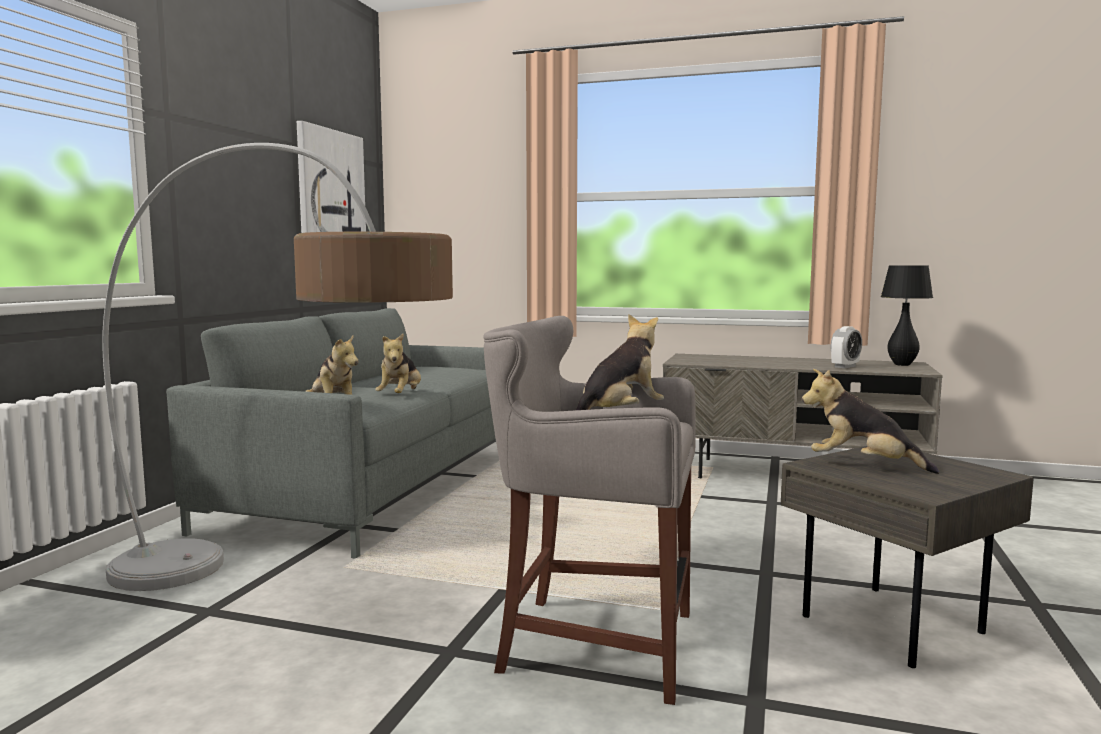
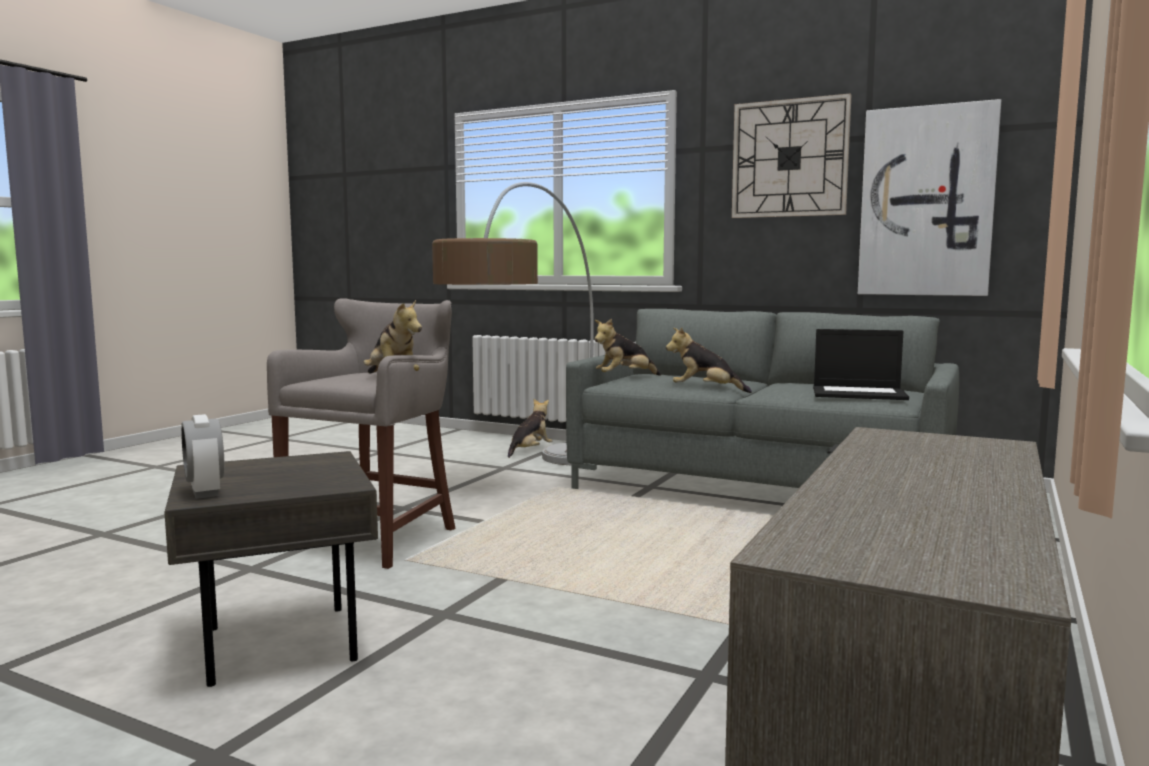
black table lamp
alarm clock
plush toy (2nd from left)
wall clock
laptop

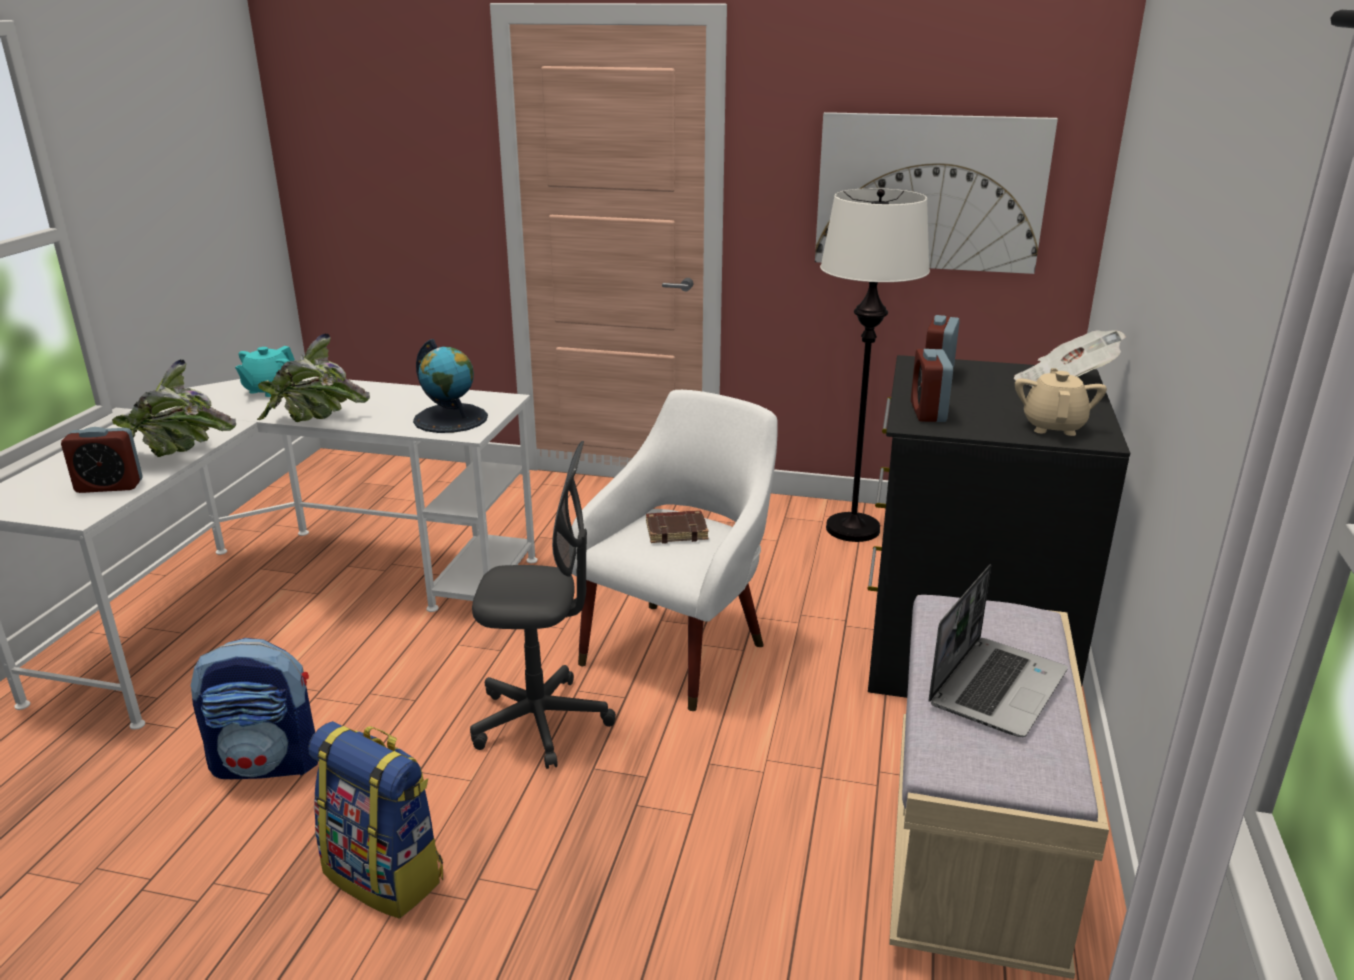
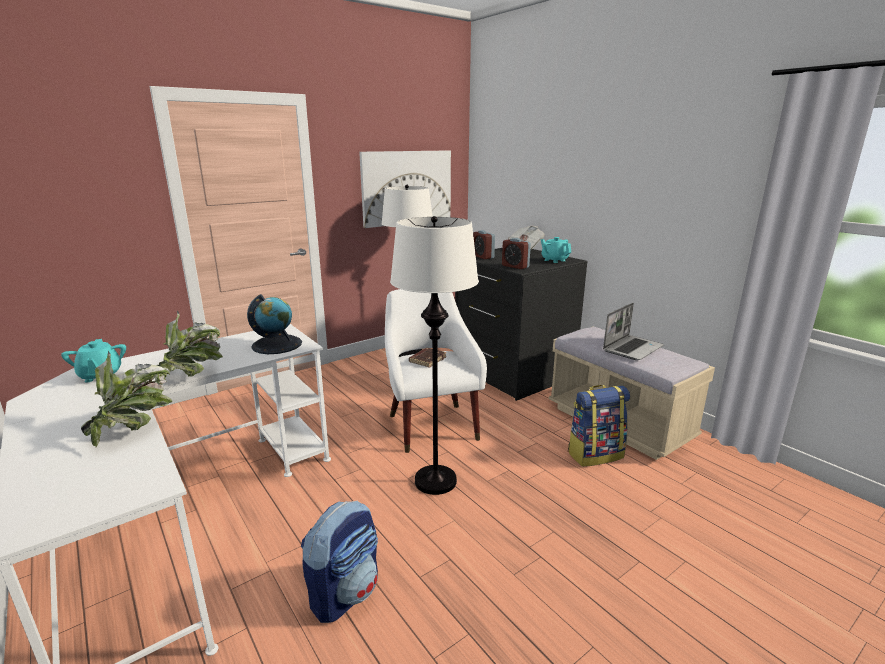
turquoise teapot (2nd from left)
alarm clock (1st from left in the first image)
white floor lamp (2nd from left)
laptop
backpack (2nd from left)

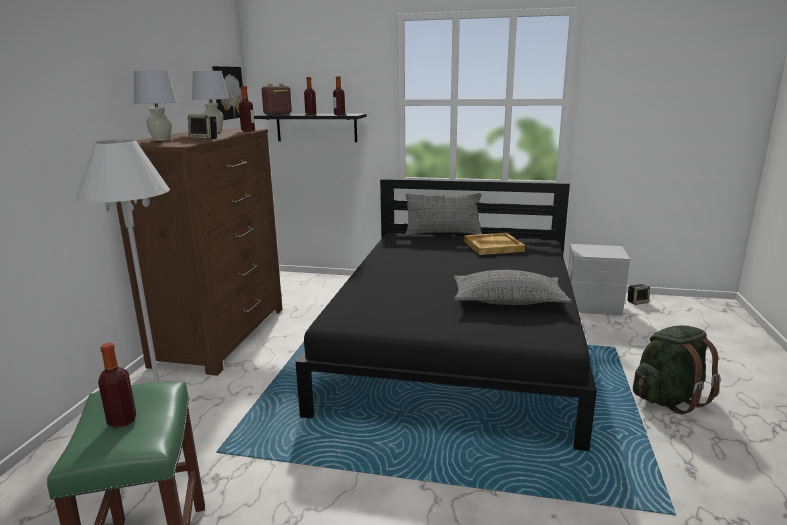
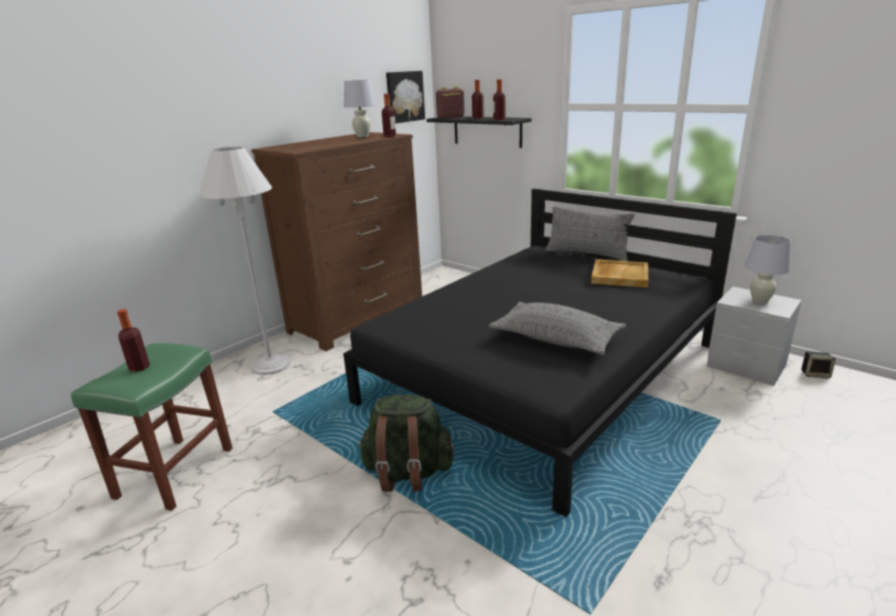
white table lamp (2nd from left)
speaker (1st from left in the first image)
green backpack

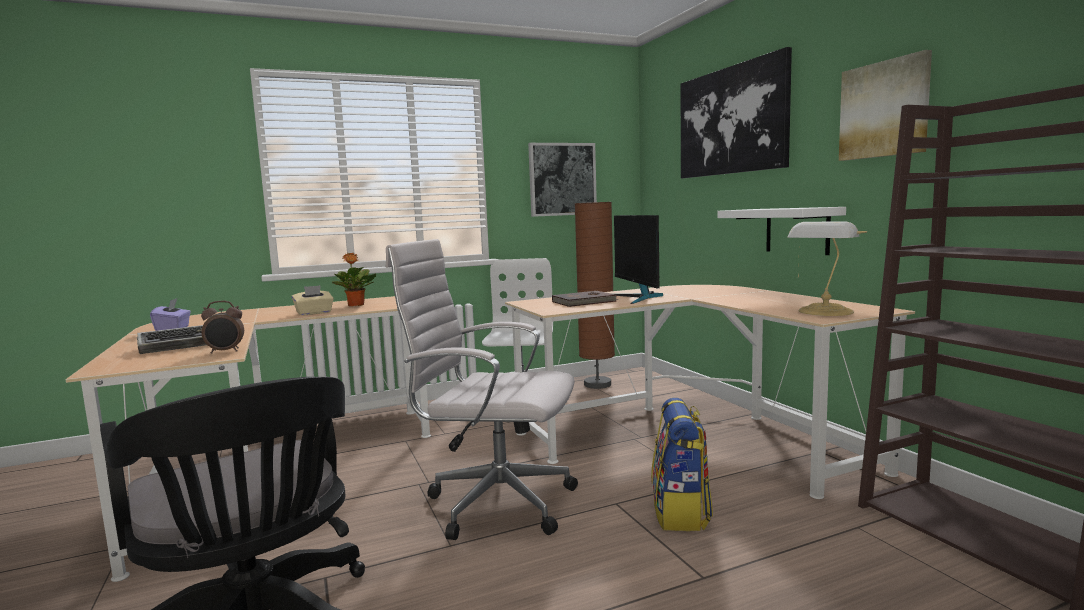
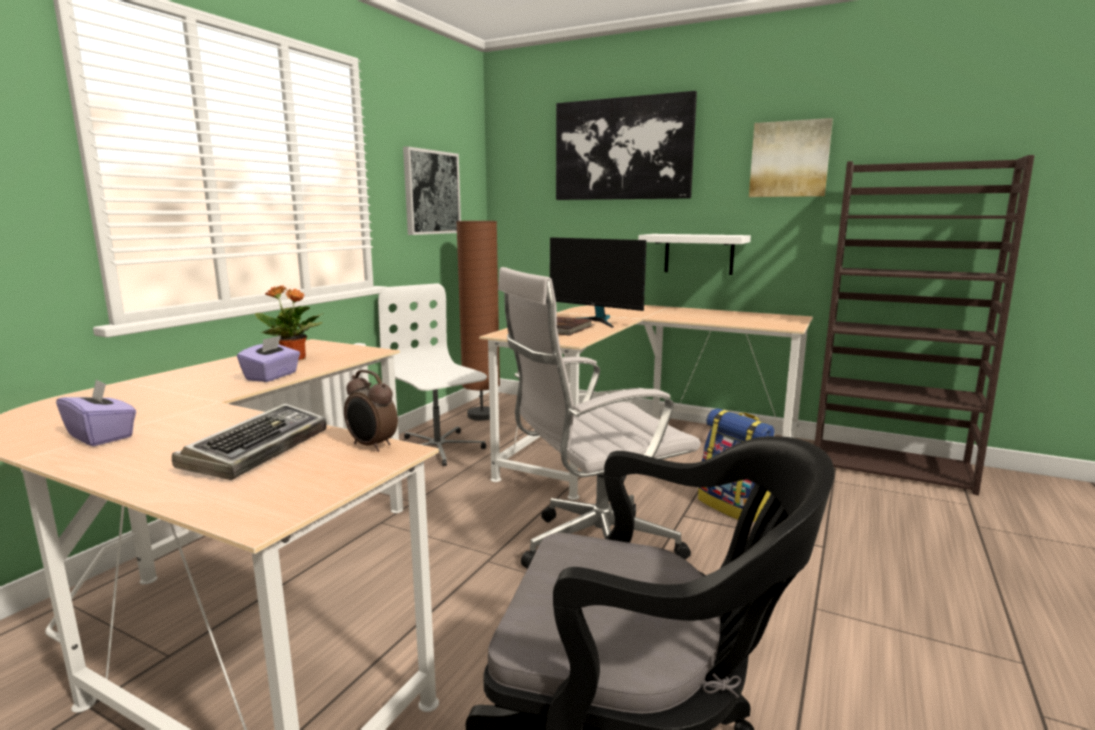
table lamp
purple tissue box (2nd from left)
alarm clock

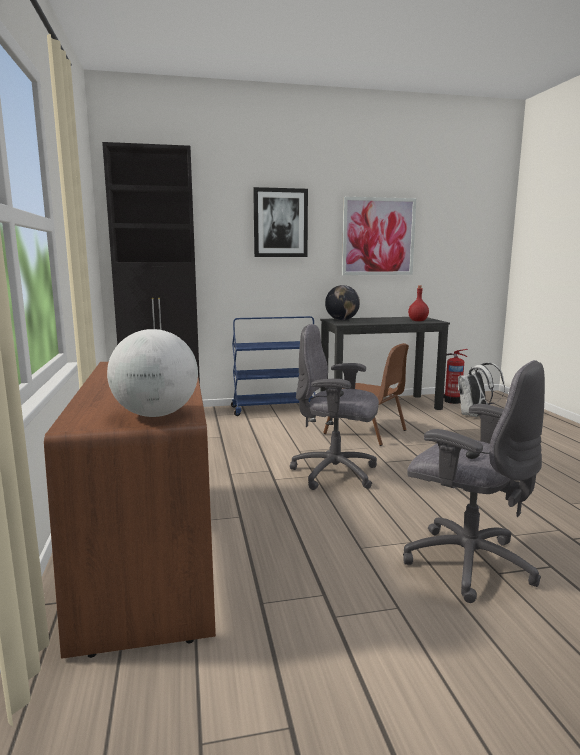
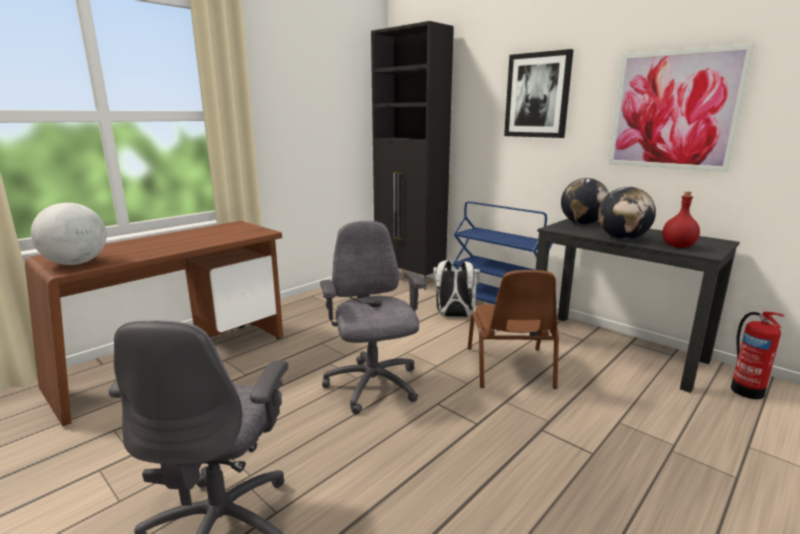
white backpack
globe (3rd from left)

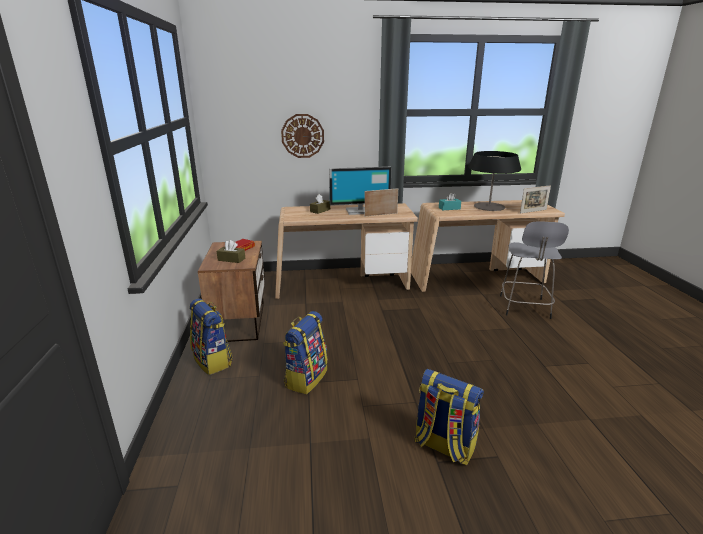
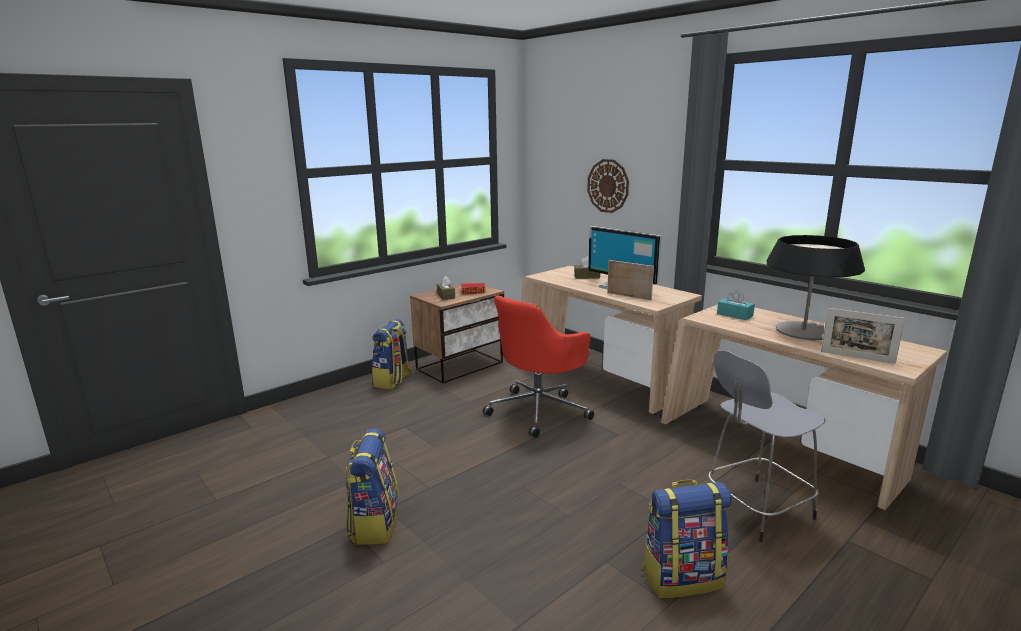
backpack (3rd from left)
red office chair

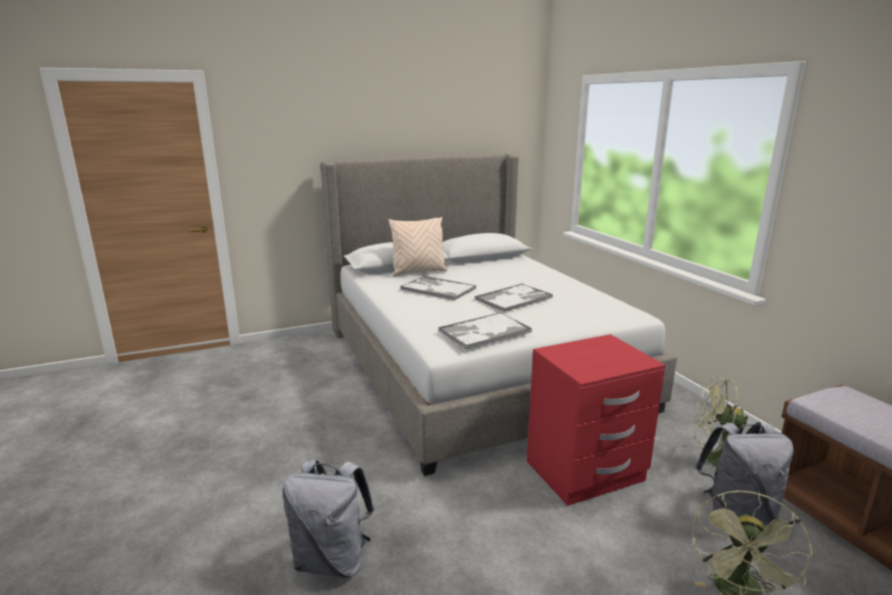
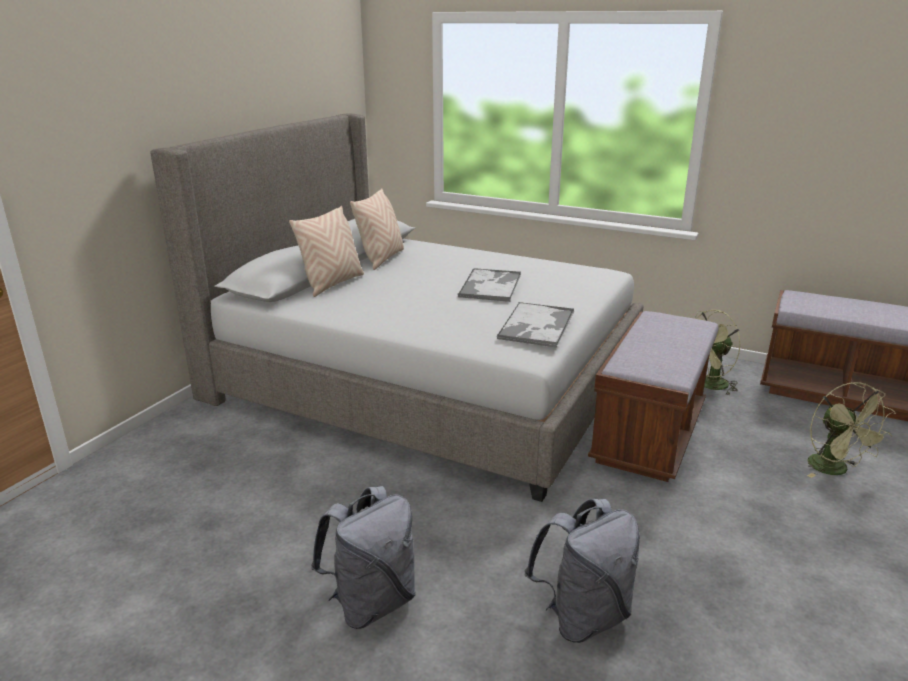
tray (1st from left in the first image)
brown bench (1st from left)
grey backpack (1st from left)
beige pillow (2nd from left)

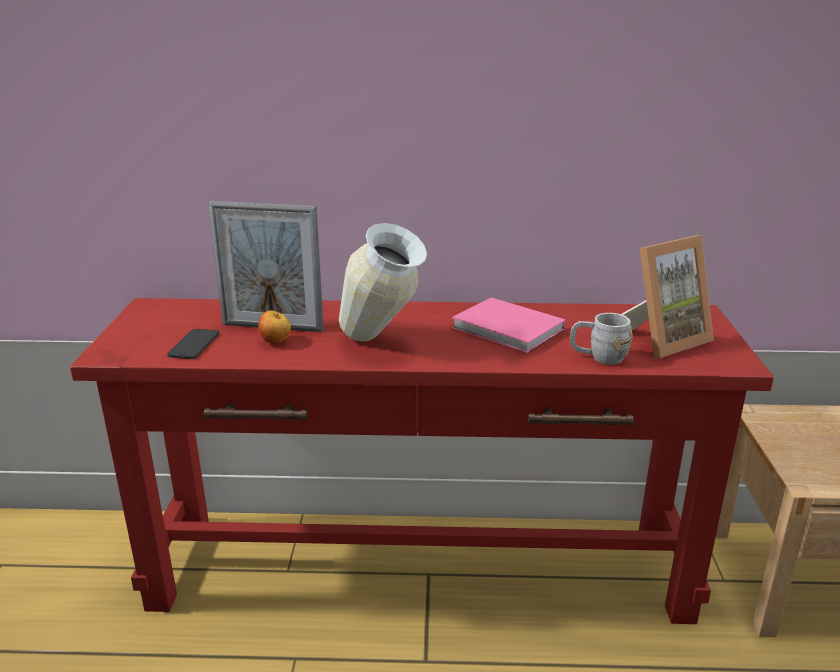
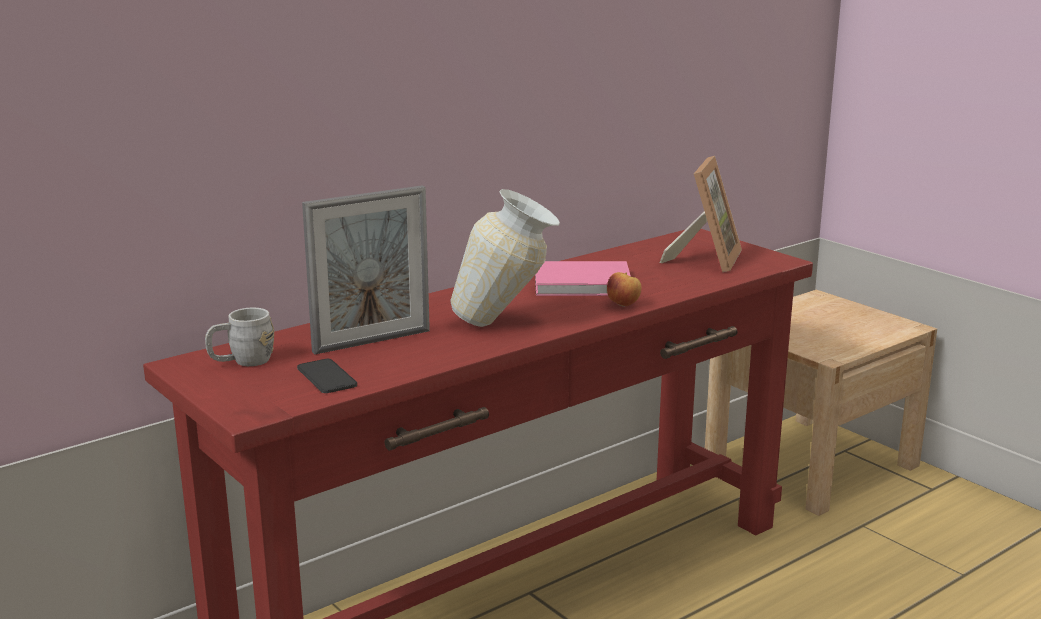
apple
grey mug

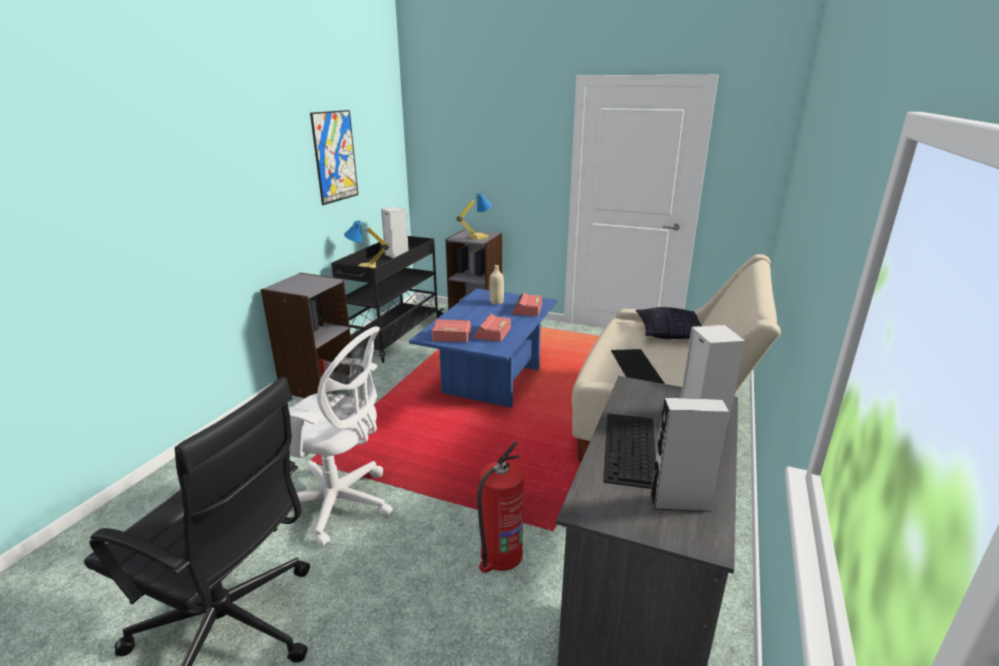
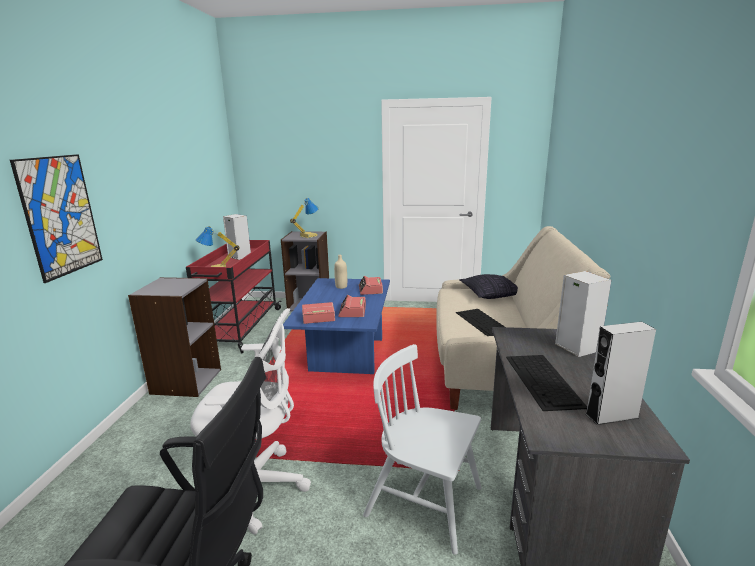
picture
red cart
white chair

